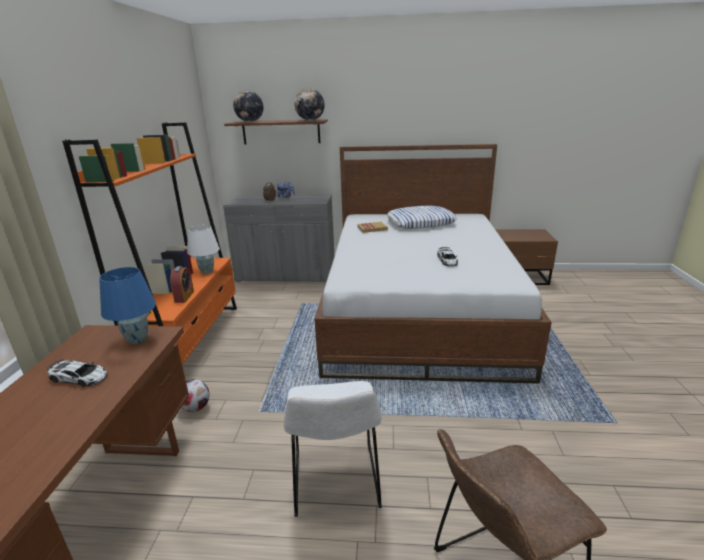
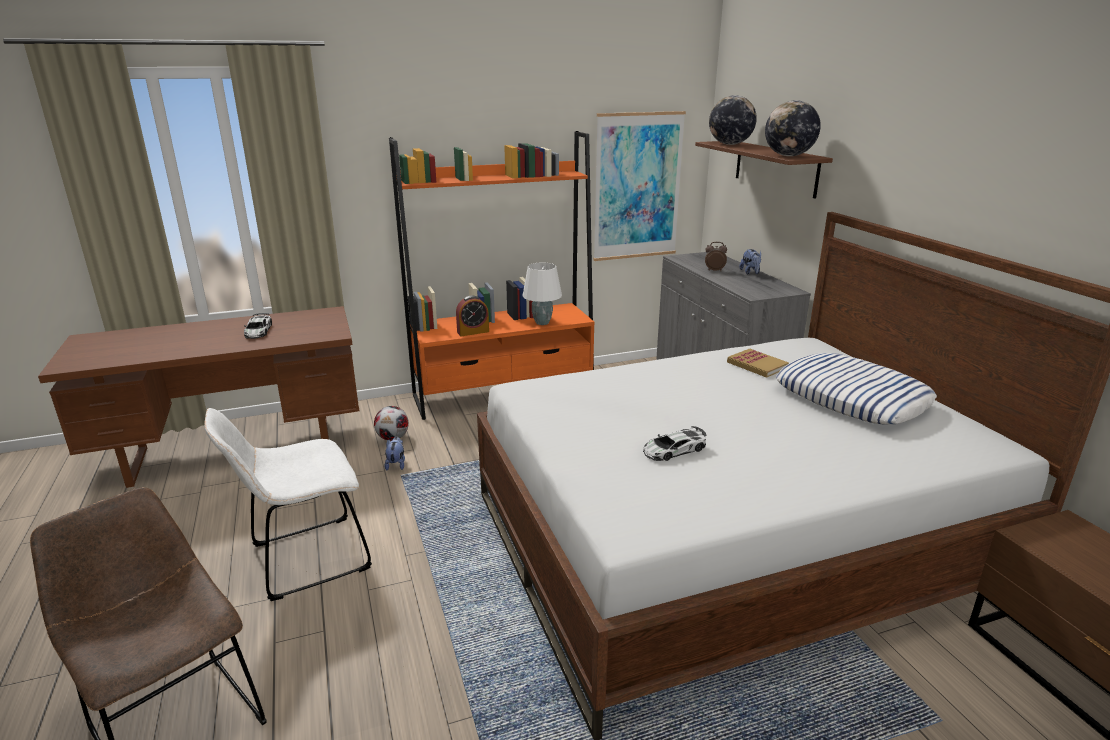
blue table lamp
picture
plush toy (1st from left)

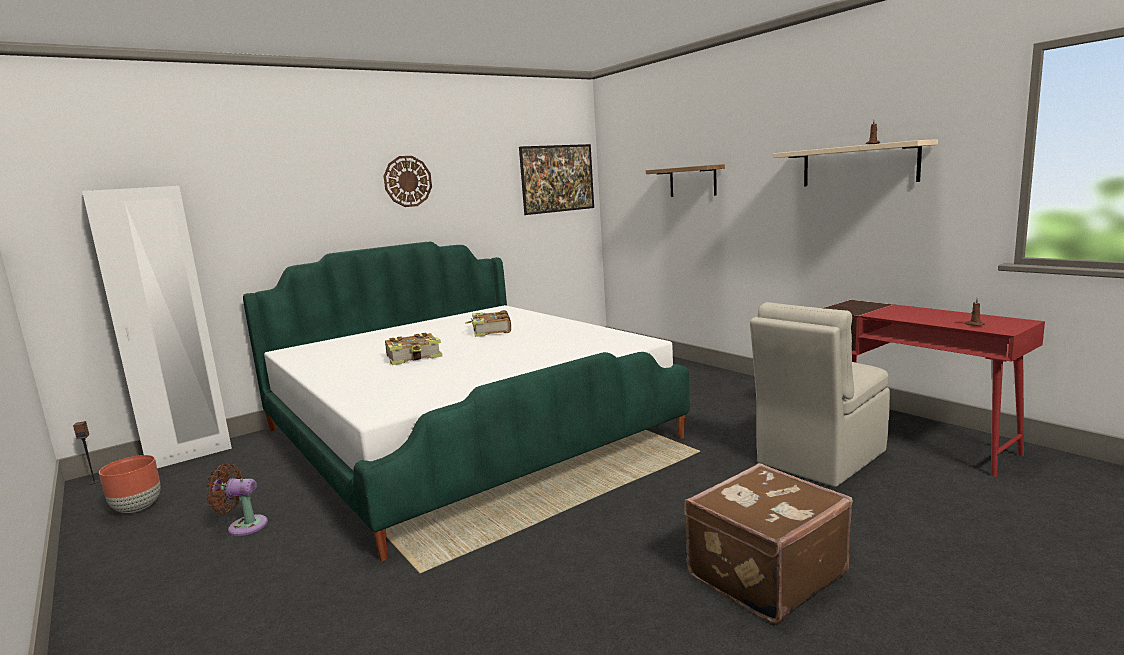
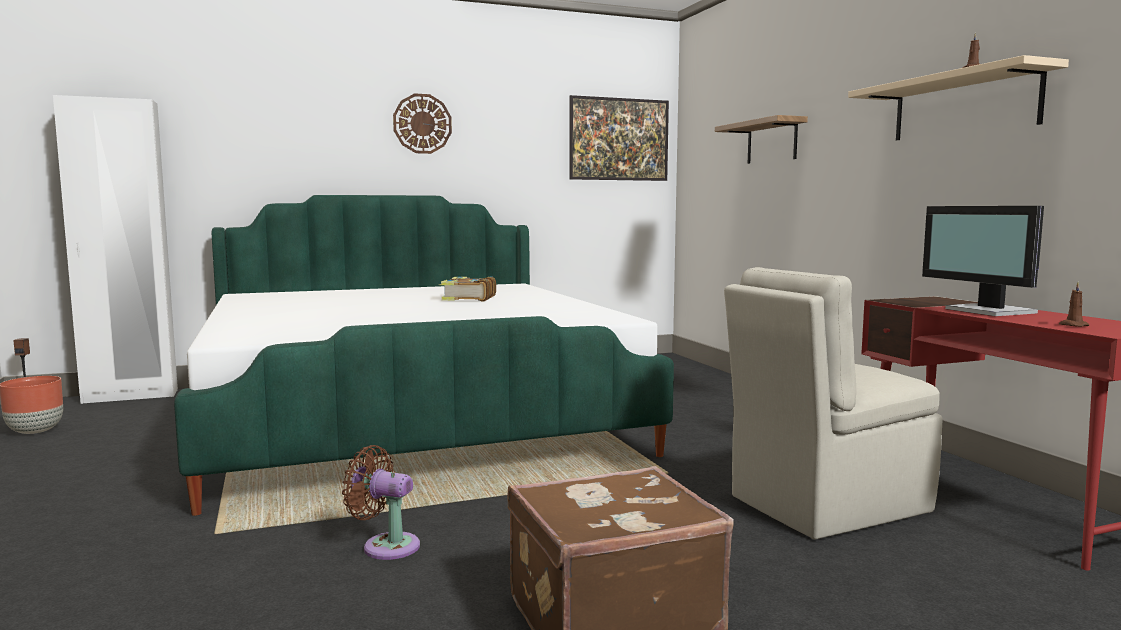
book (1st from left in the first image)
brown fan
monitor

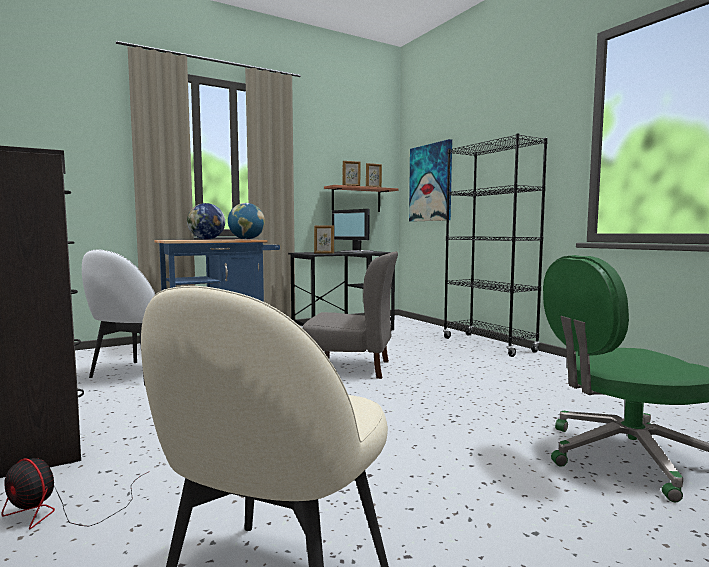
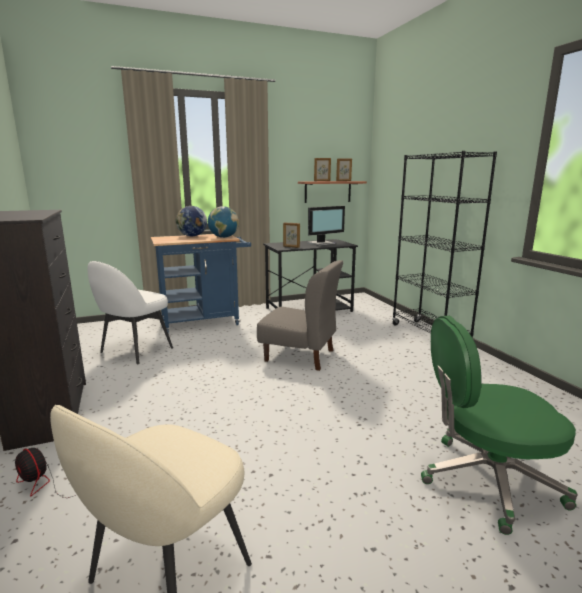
picture
monitor

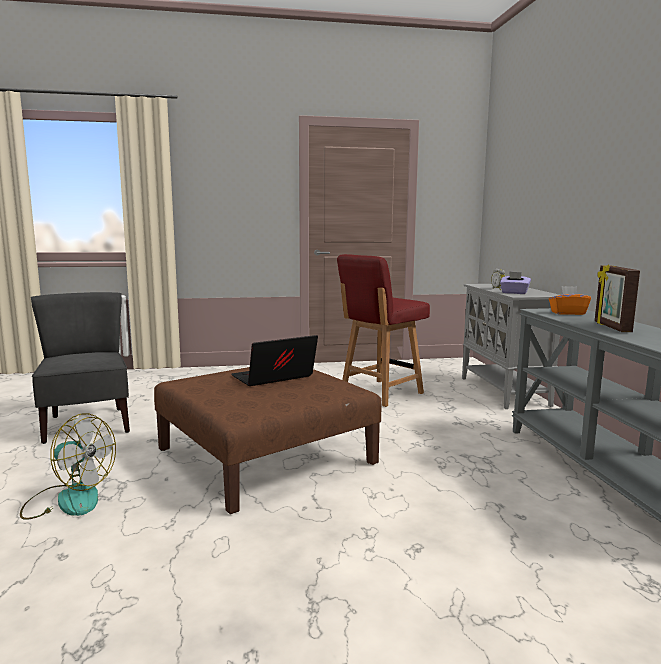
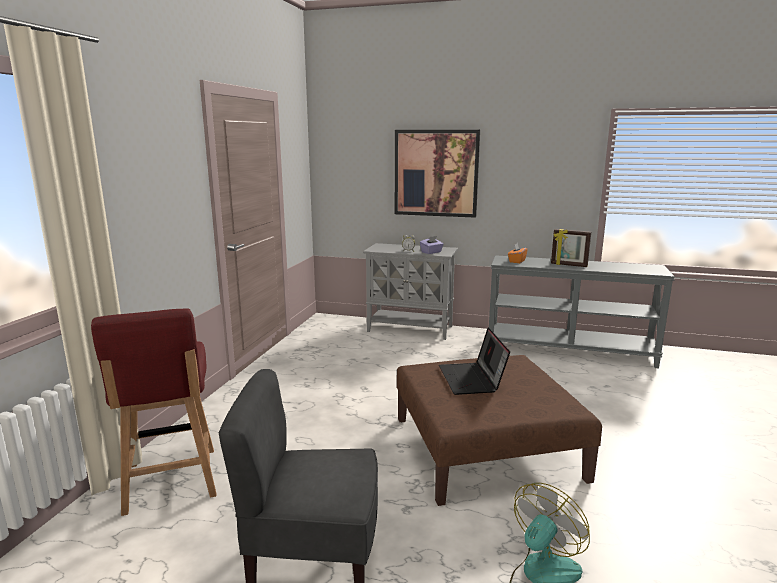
red chair
picture

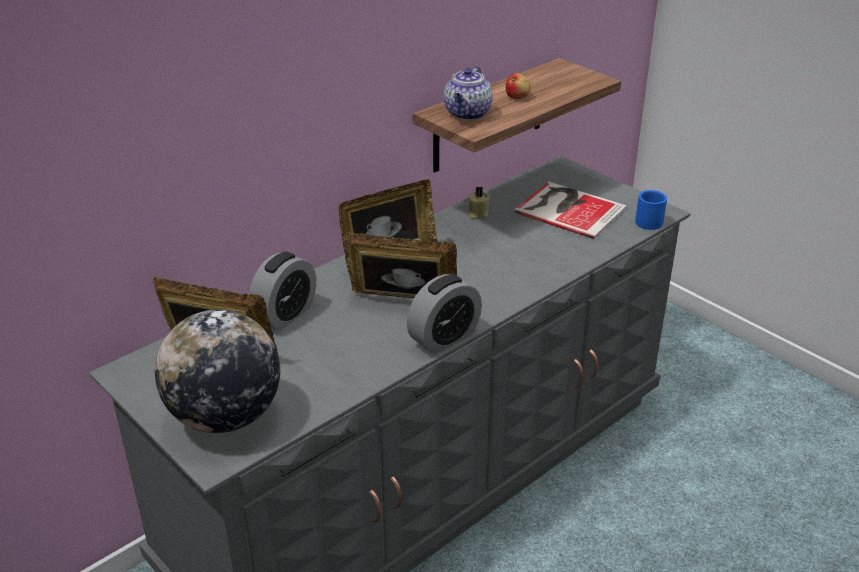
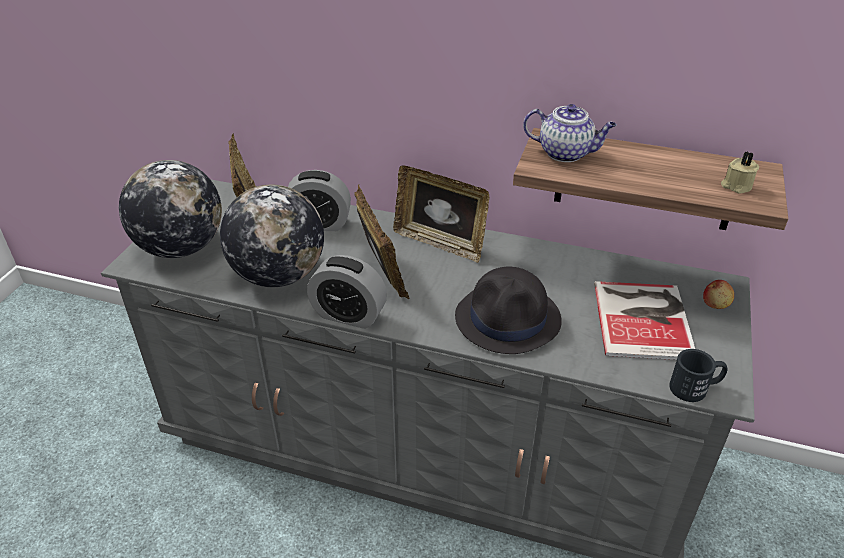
teapot
apple
beige candle
black mug
globe (2nd from left)
black hat

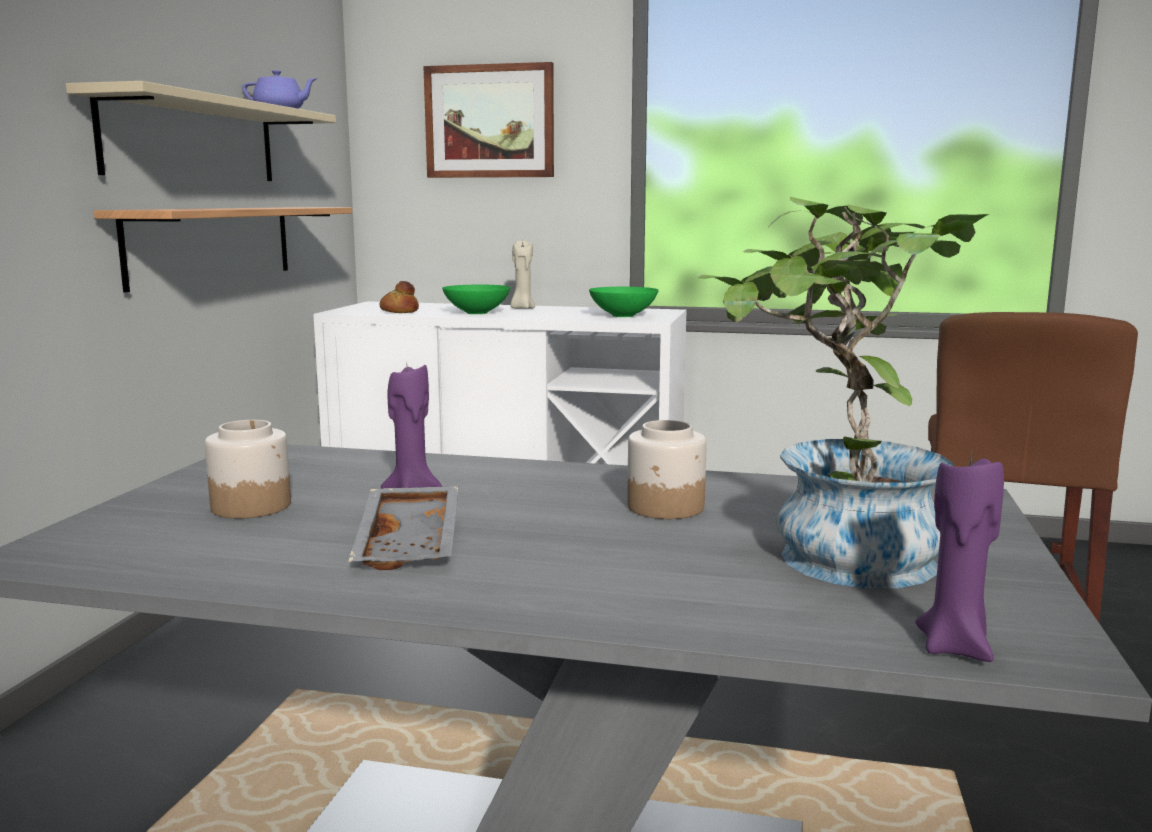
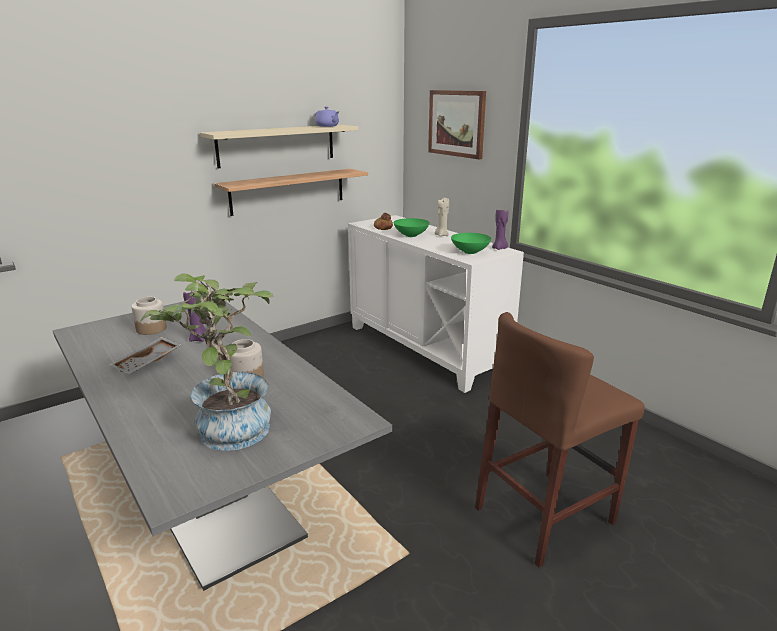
purple candle (2nd from left)

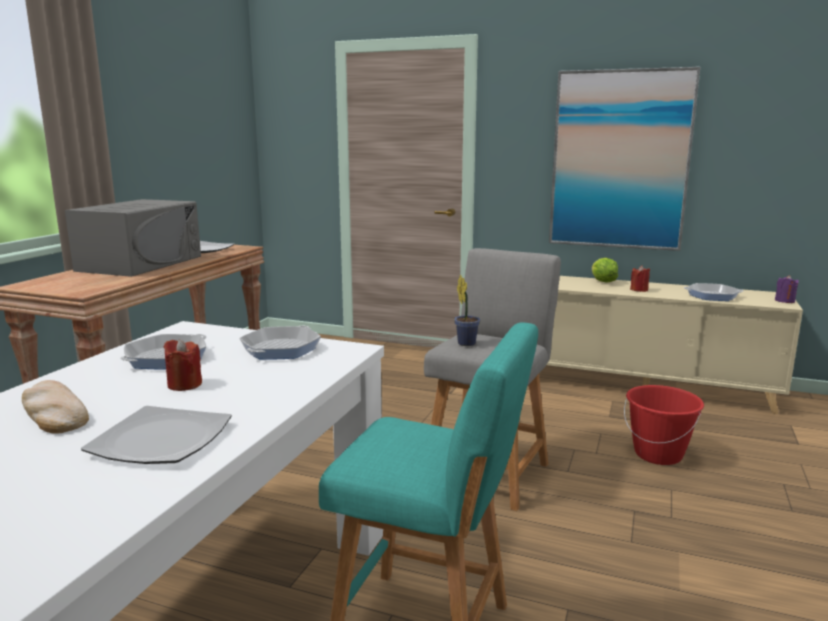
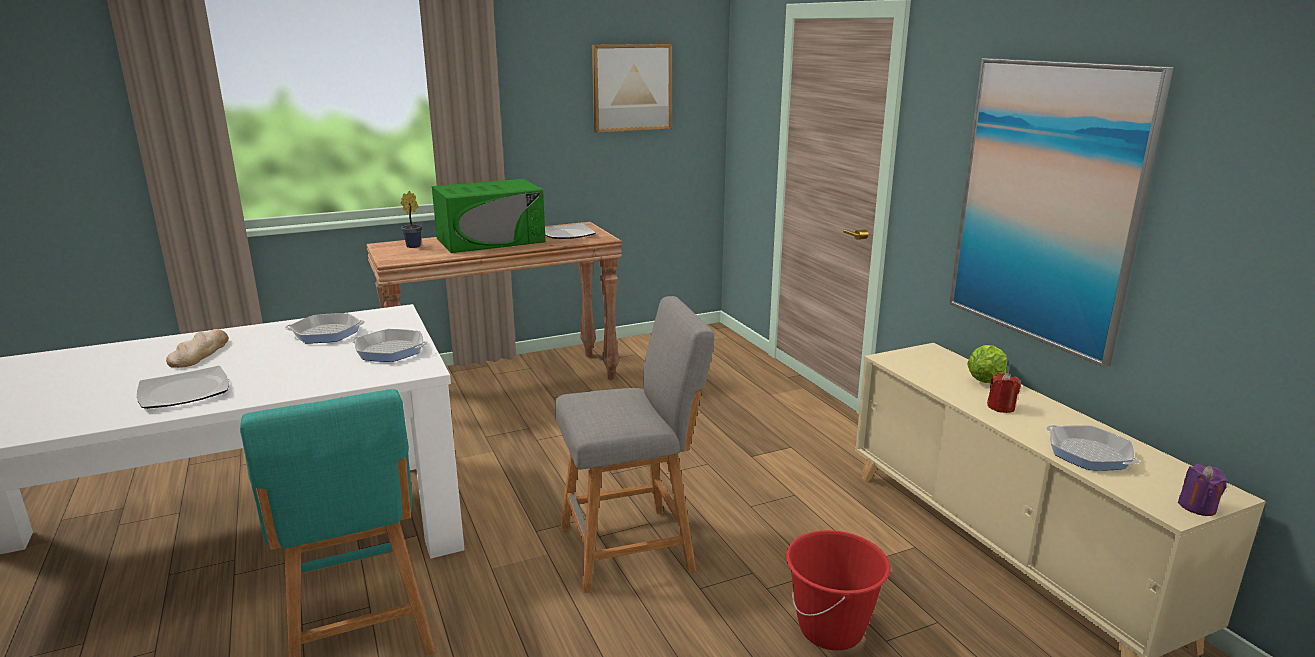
green microwave
potted plant
frying pan (2nd from left)
red candle (1st from left in the first image)
picture (1st from left)

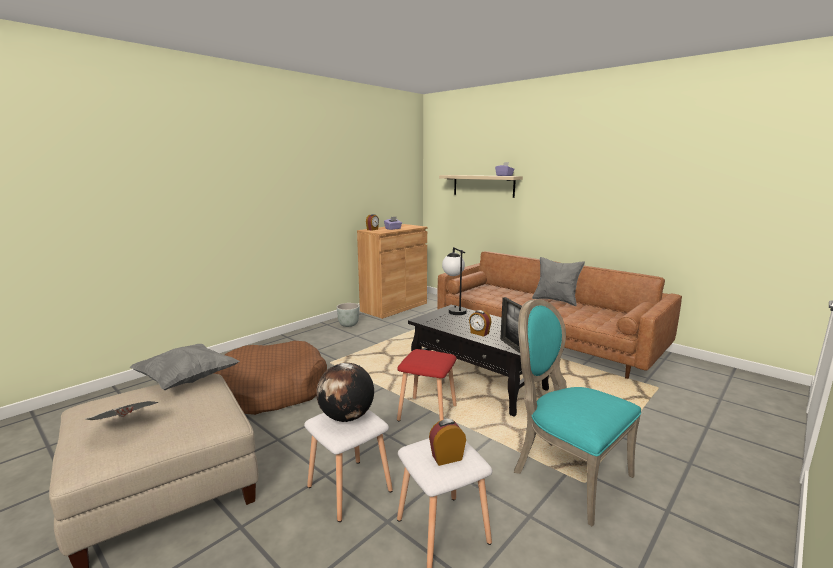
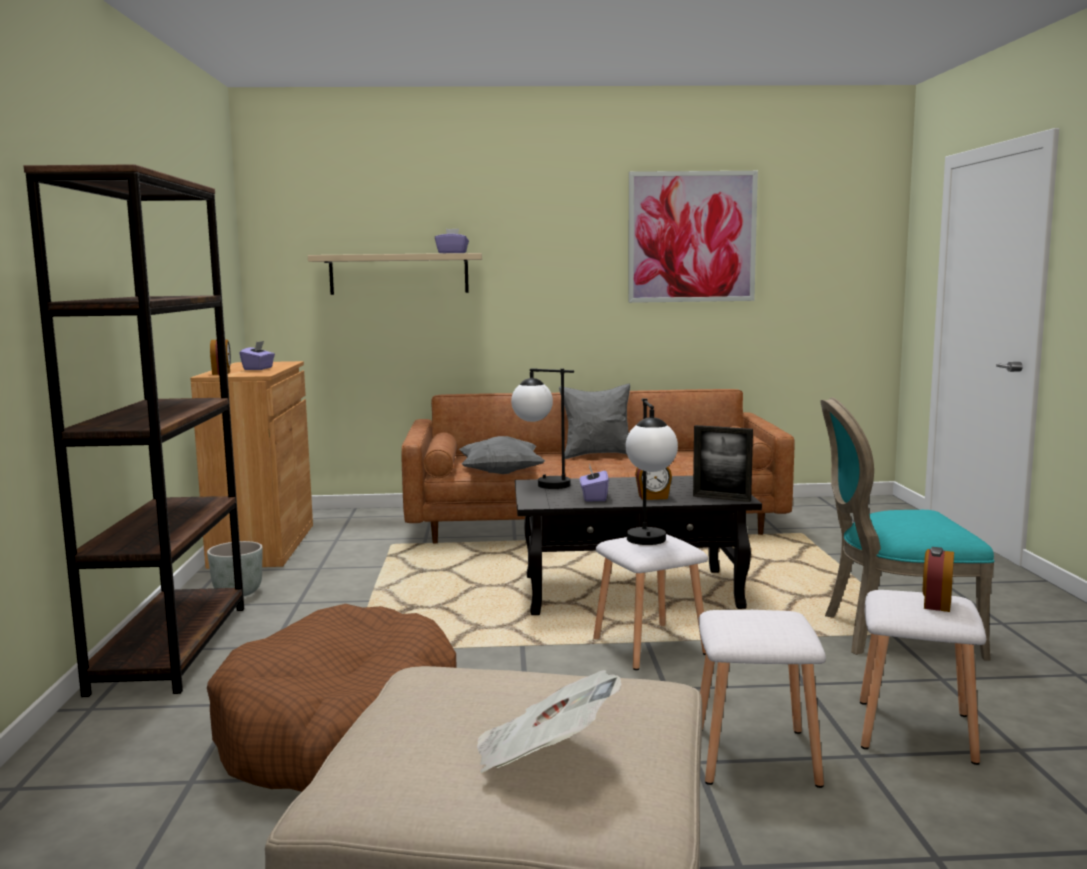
grey pillow (1st from left)
white stool (1st from left)
globe
brown bookcase
picture
table lamp (2nd from left)
purple tissue box (3rd from left)

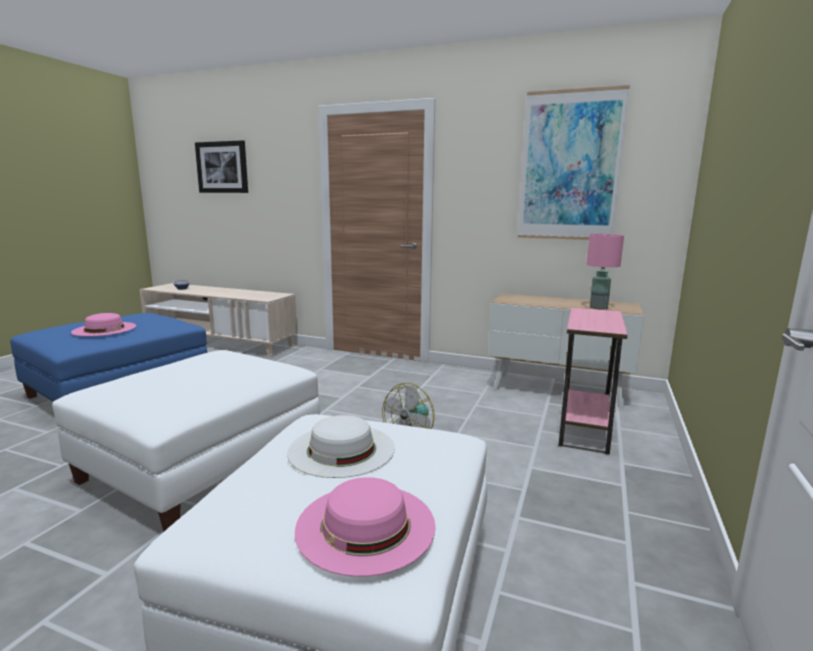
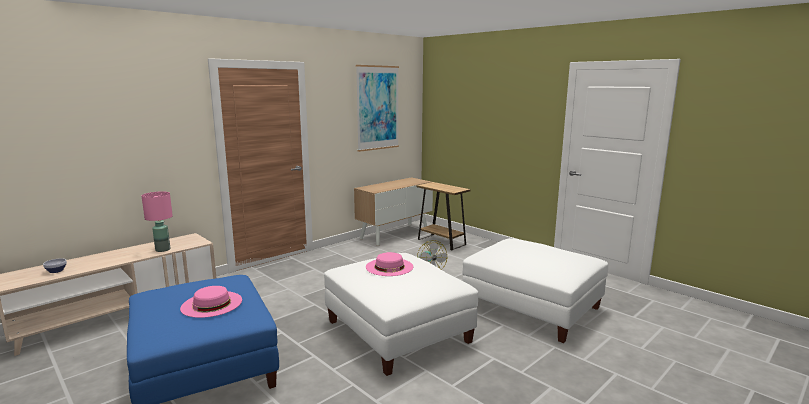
picture (1st from left in the first image)
pink table lamp
brown side table
white hat
pink hat (2nd from left)

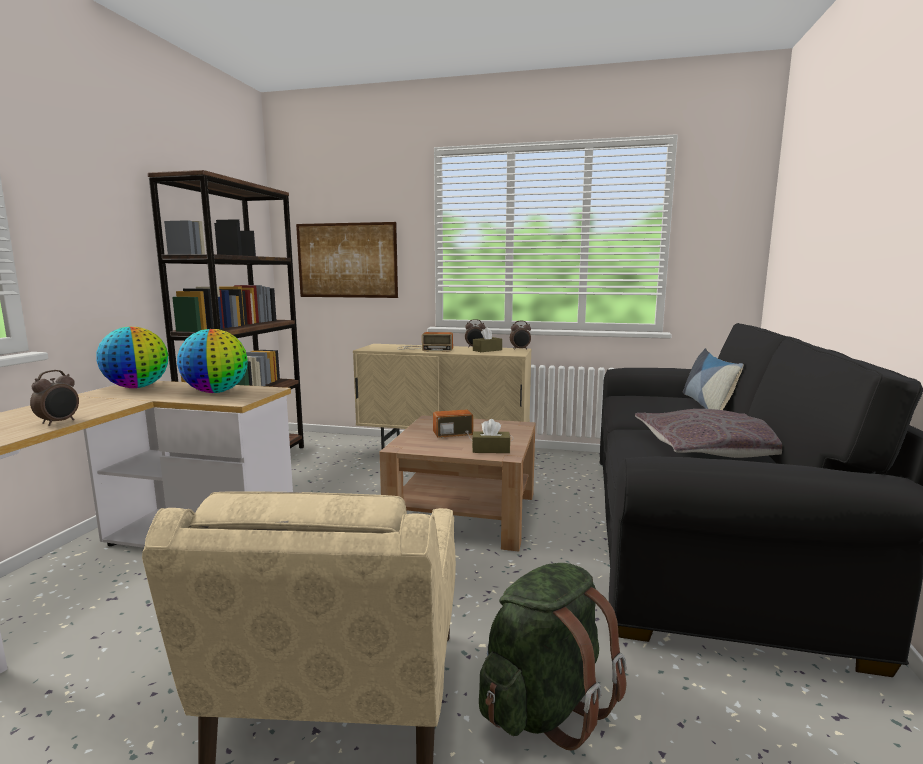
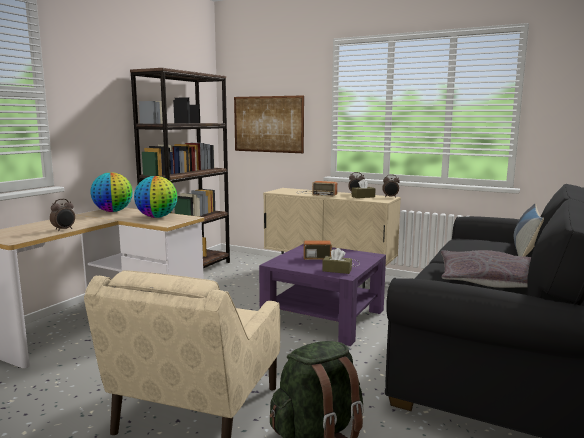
purple coffee table

